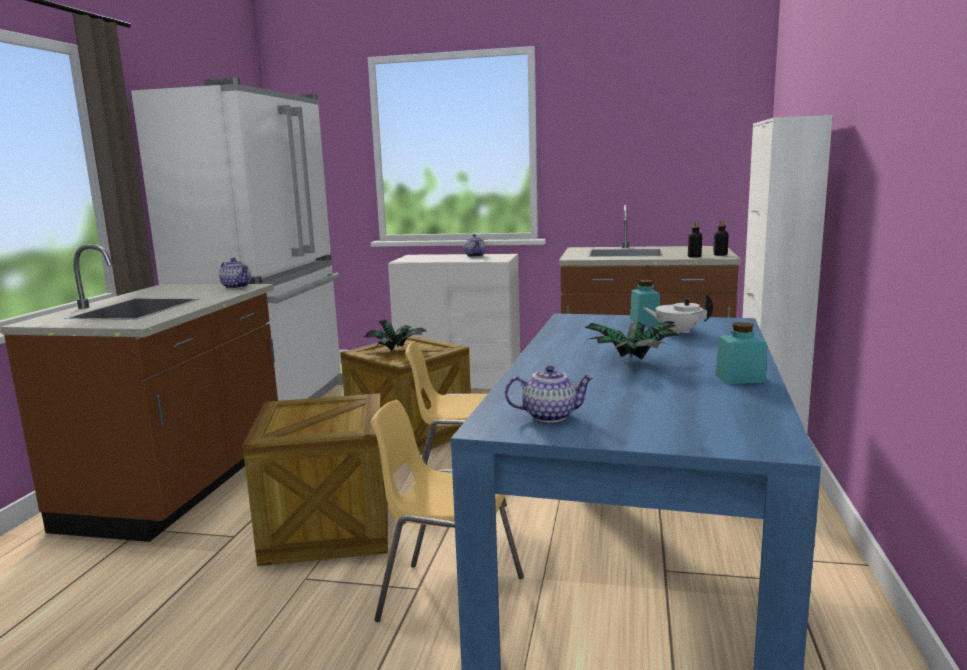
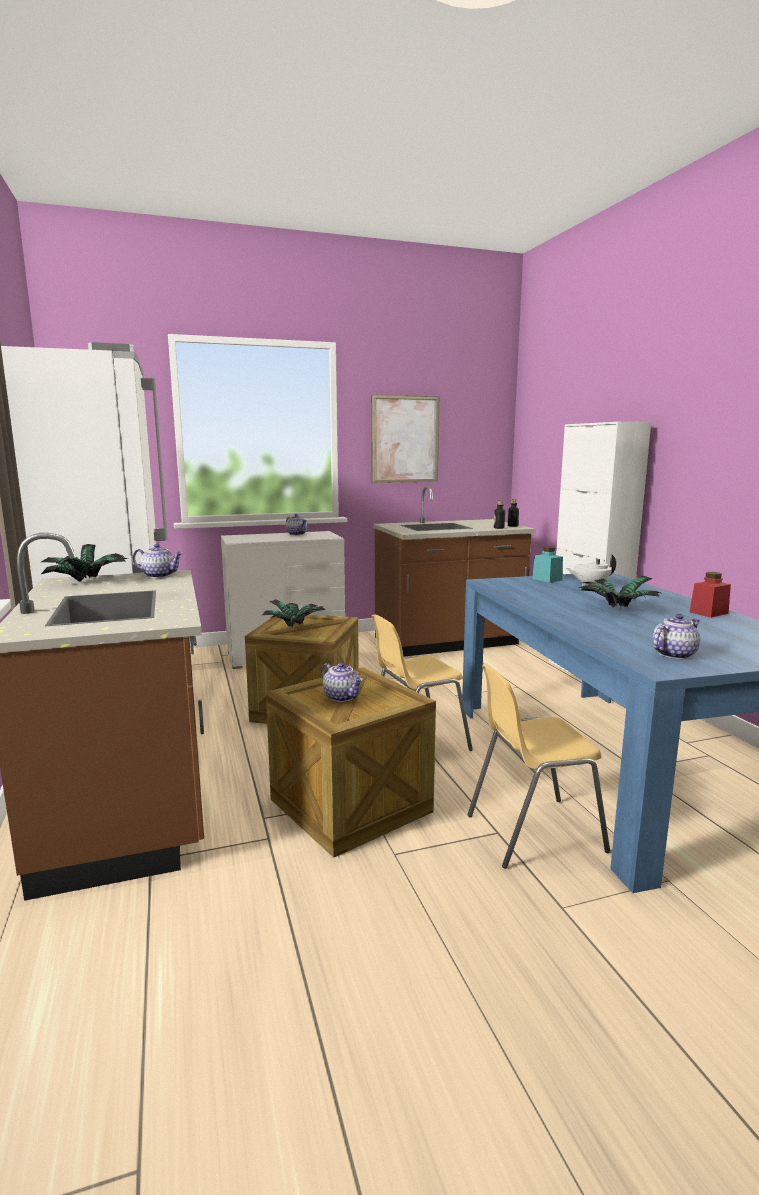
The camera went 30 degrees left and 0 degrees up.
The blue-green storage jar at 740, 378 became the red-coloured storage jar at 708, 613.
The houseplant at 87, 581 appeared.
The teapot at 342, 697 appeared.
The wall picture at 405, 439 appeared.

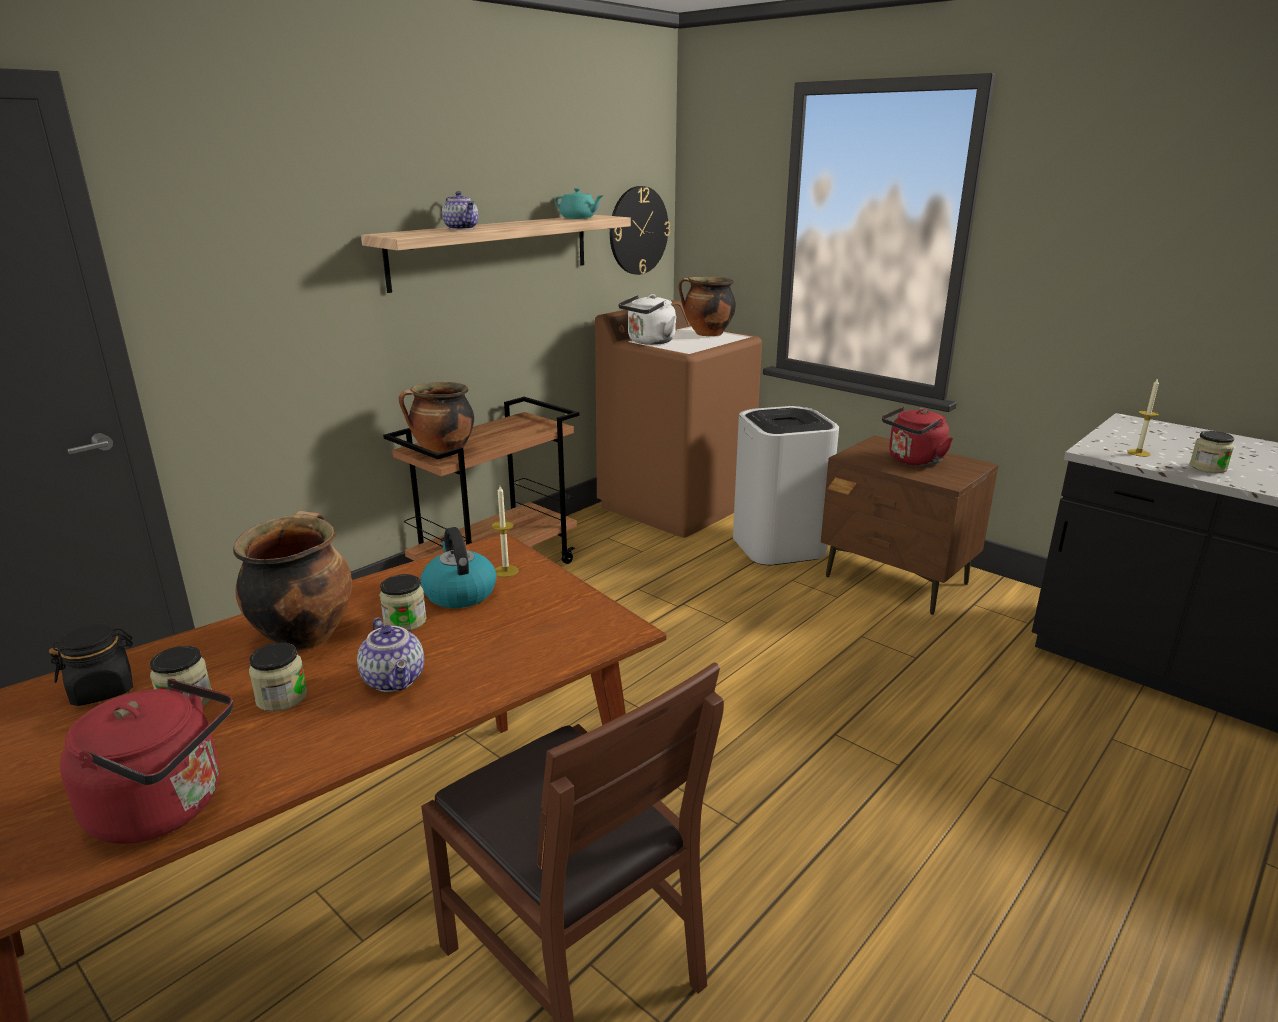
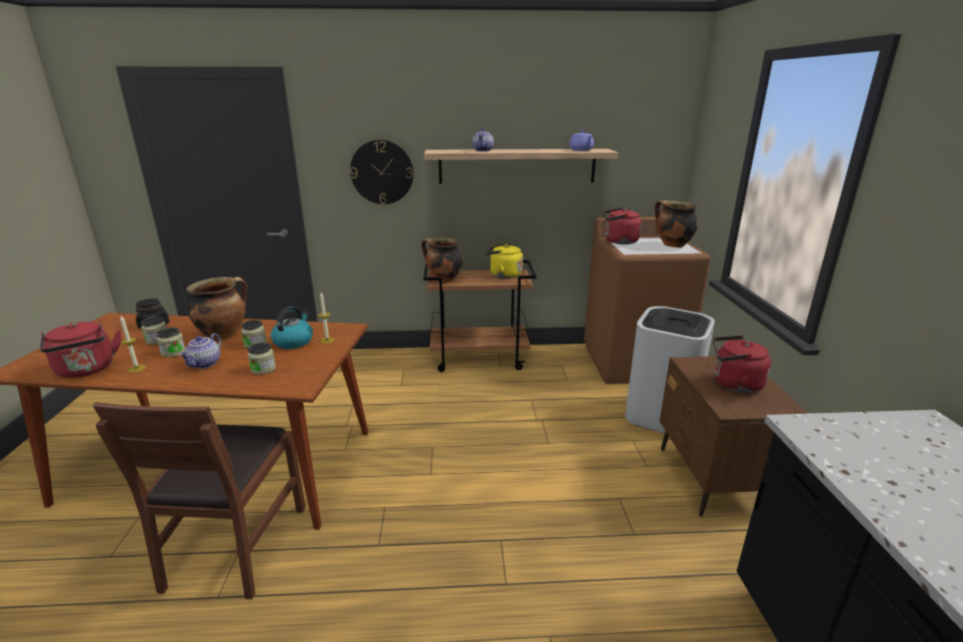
The camera went 45 degrees right and 0 degrees up.
The blue-green teapot at 578, 218 became the purple teapot at 581, 150.
The clock on the wall moved from 638, 230 to 382, 172.
The white water kettle at 649, 342 became the red-coloured water kettle at 618, 241.
The wax candle moved from 1138, 453 to 137, 368.
The storage jar moved from 1207, 468 to 263, 369.
The yellow water kettle at 503, 275 appeared.

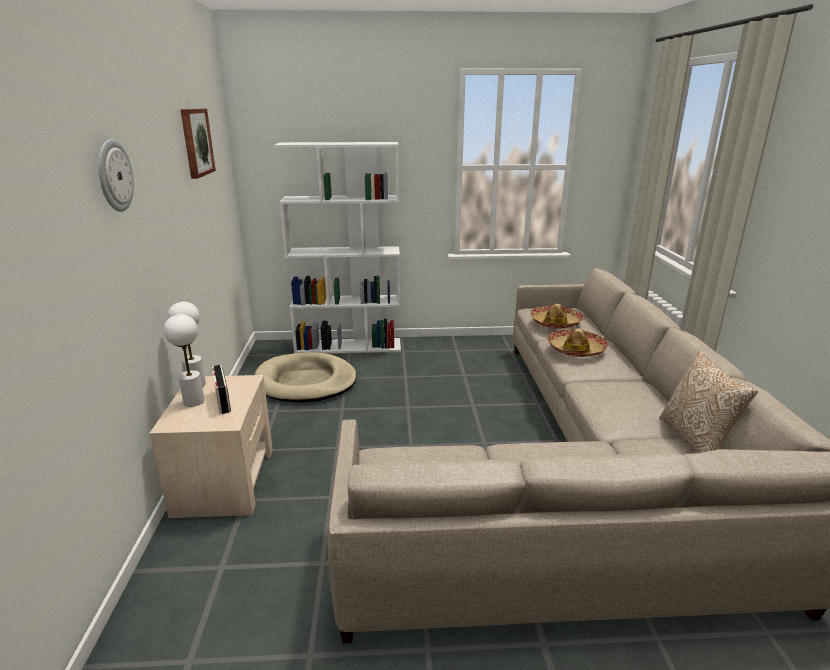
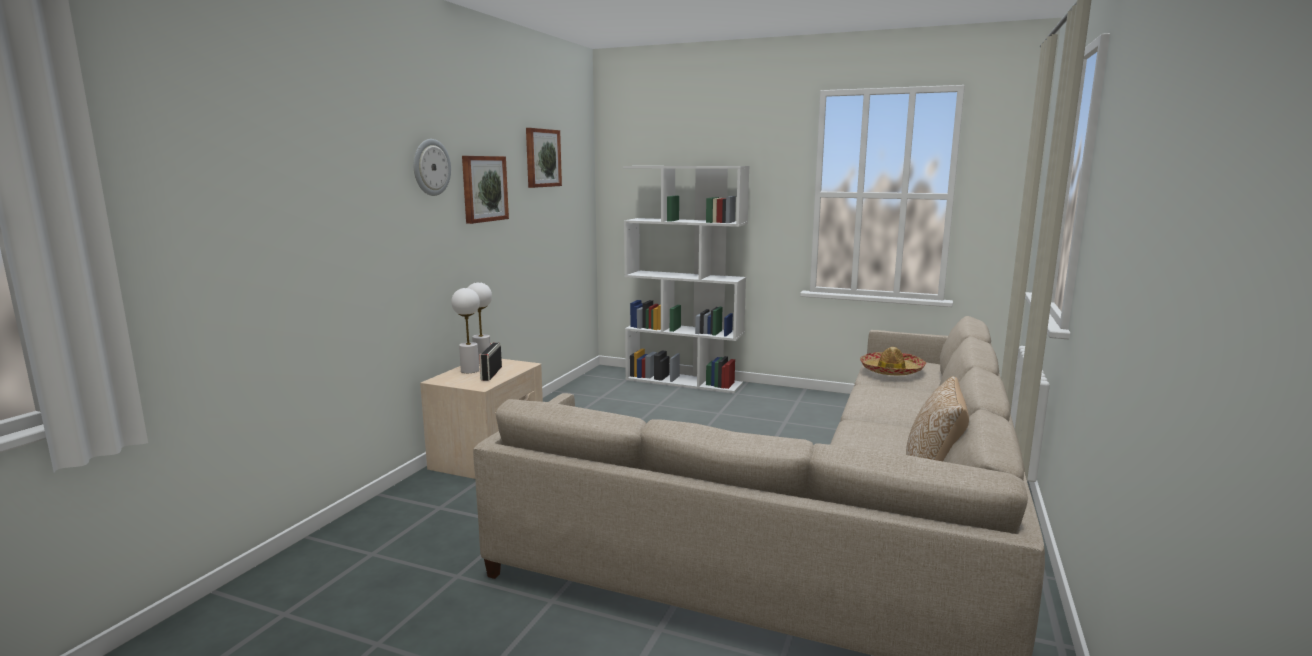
The camera went 25 degrees right and 10 degrees down.
The sand-coloured dog cushion at 306, 382 disappeared.
The wearable hat at 575, 350 disappeared.
The wall picture at 483, 188 appeared.

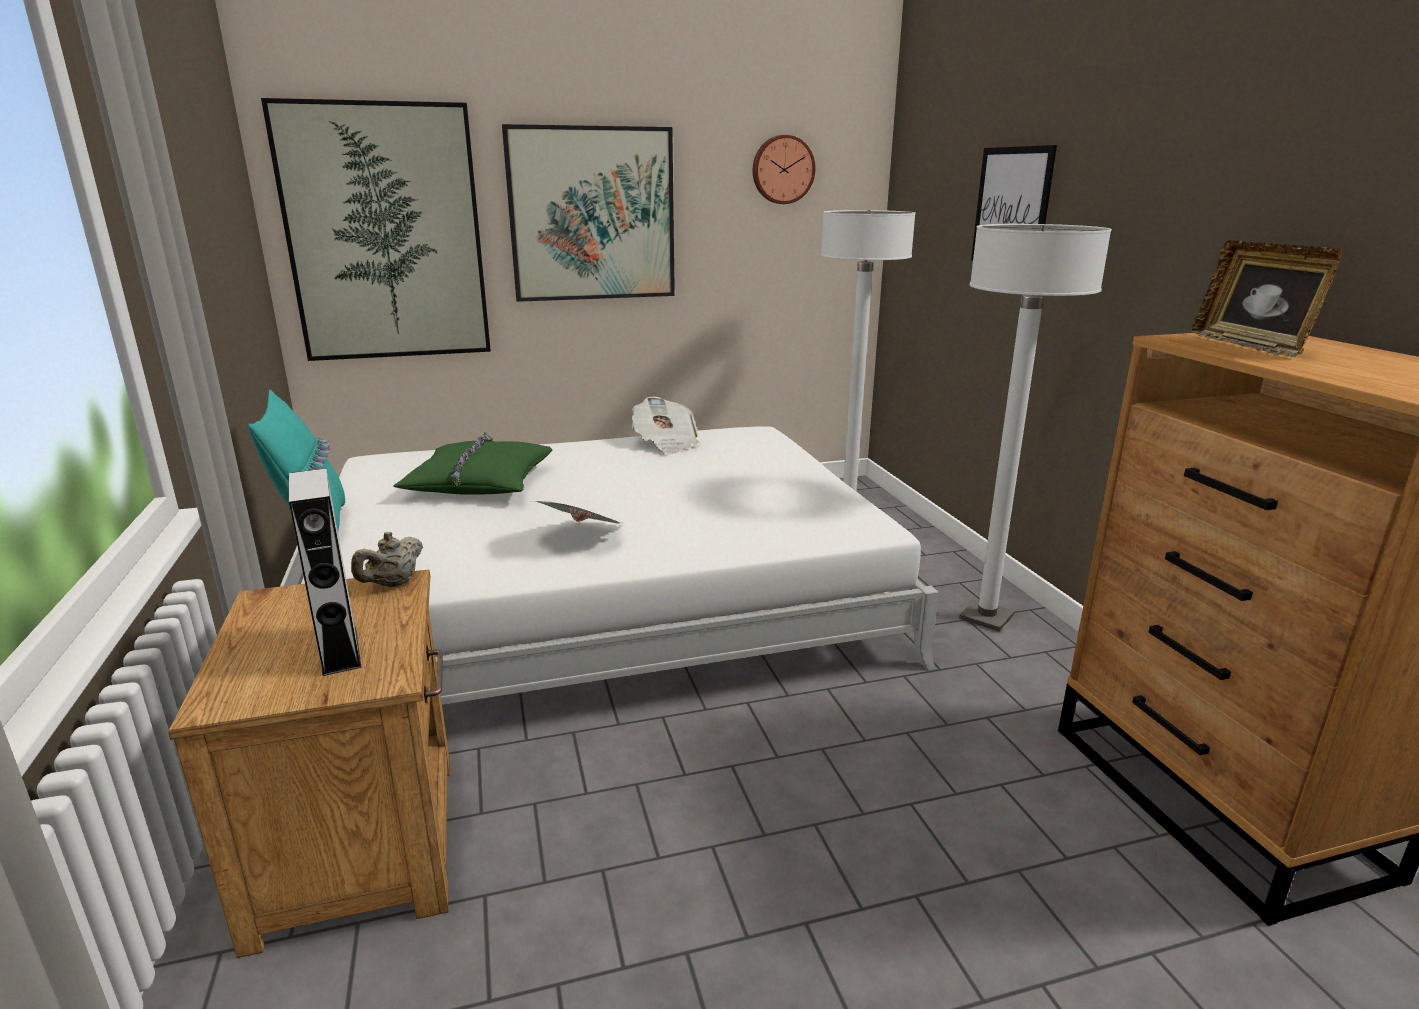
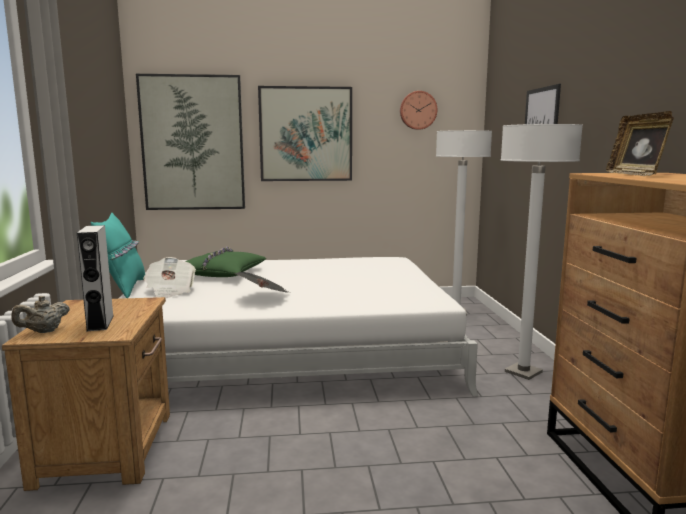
The camera went 10 degrees right and 10 degrees down.
The sand-coloured teapot moved from 393, 584 to 44, 331.
The daily paper moved from 665, 443 to 170, 291.

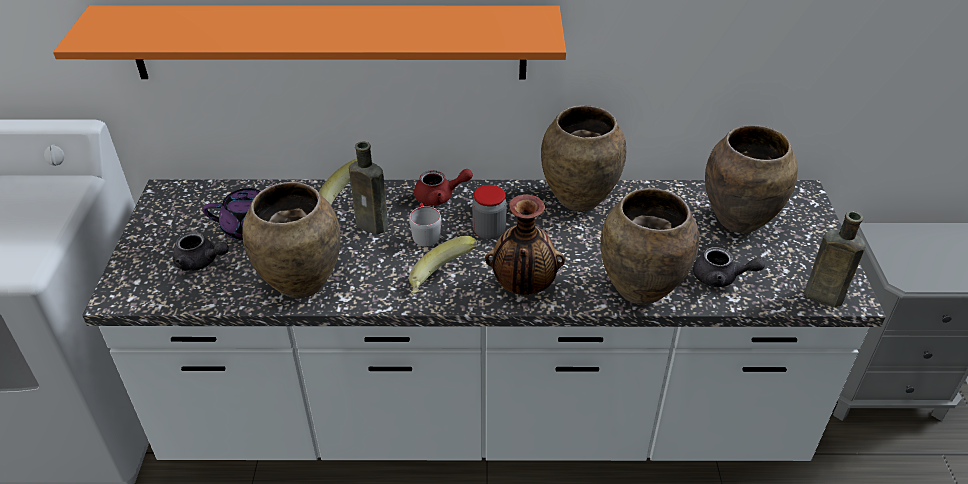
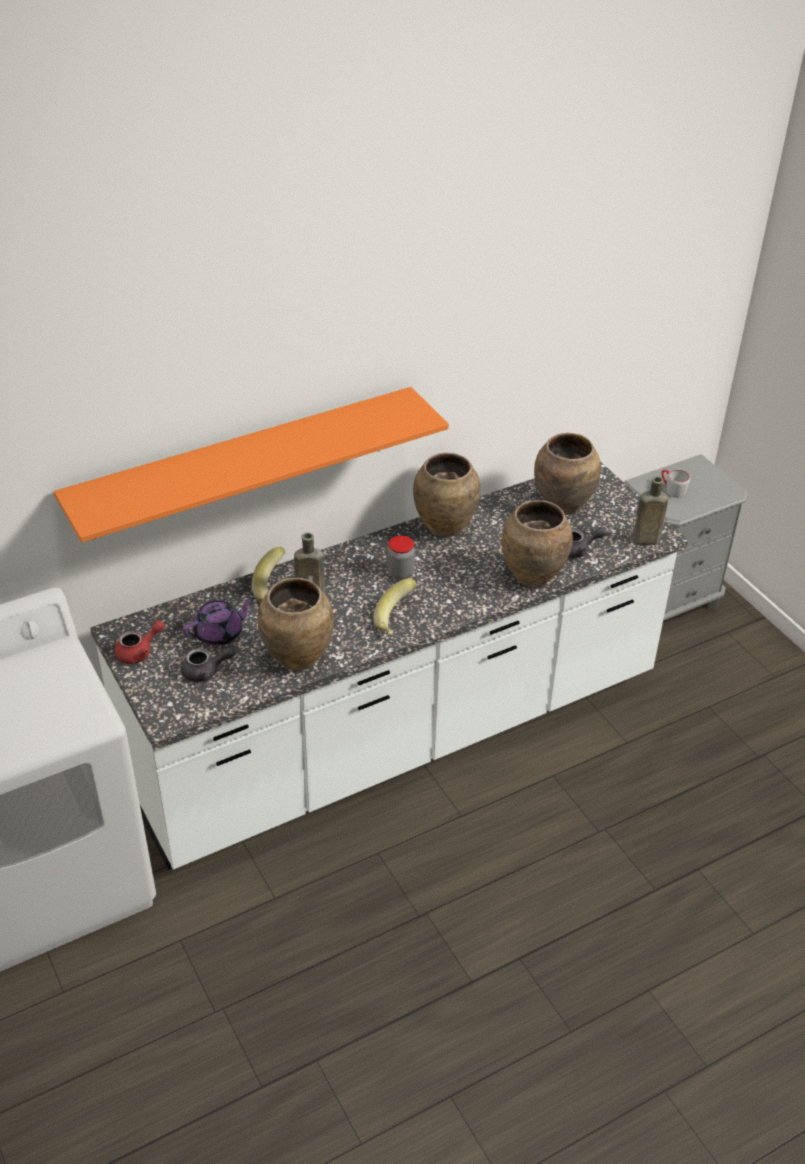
The camera went 30 degrees left and 0 degrees up.
The grey coffee mug moved from 424, 233 to 672, 489.
The red-coloured teapot moved from 440, 196 to 139, 652.
The flower vase at 523, 286 disappeared.

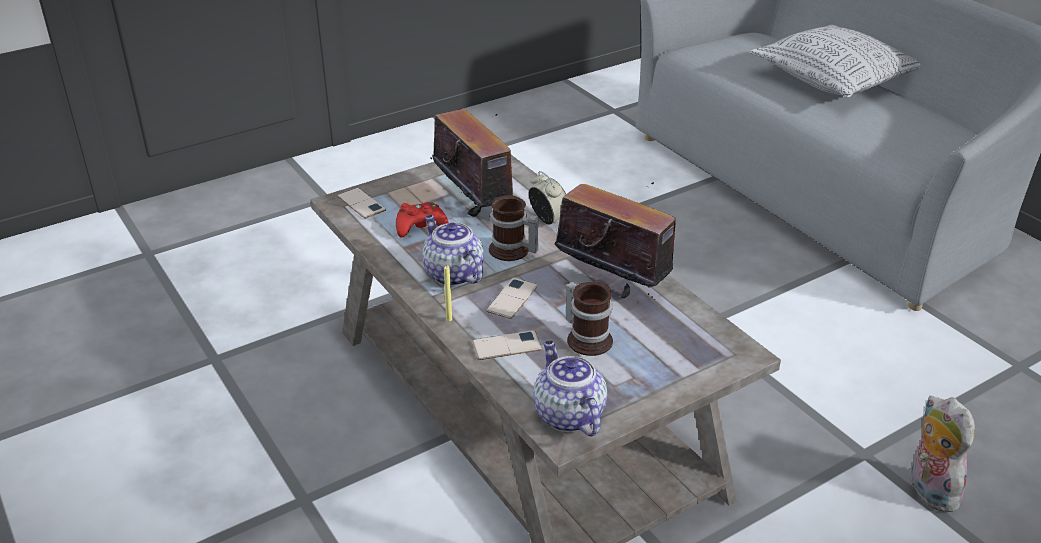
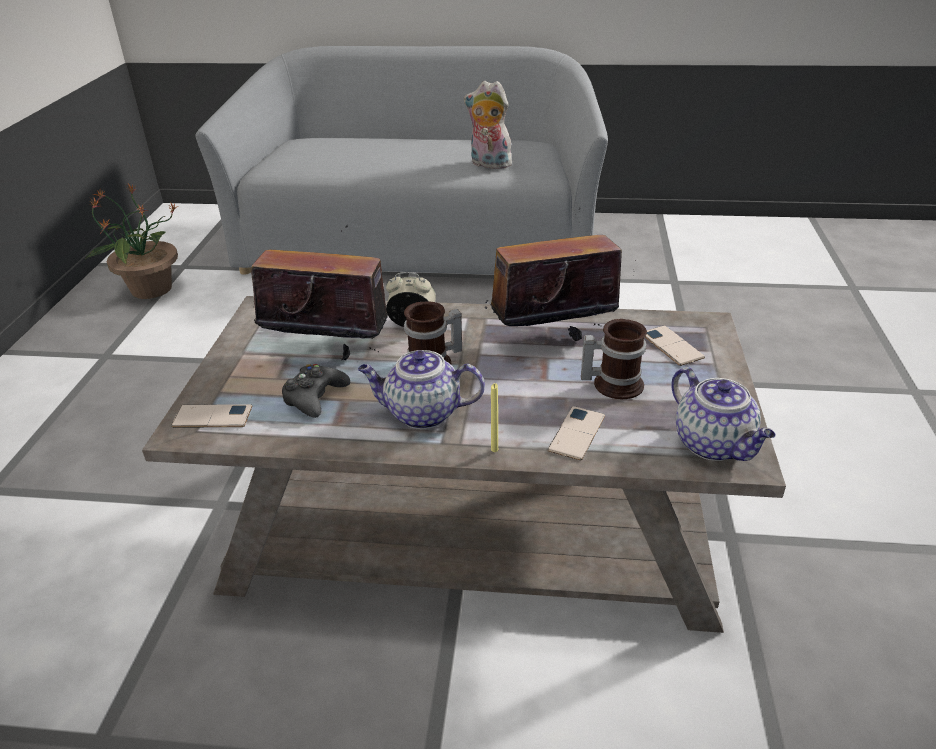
The camera went 50 degrees left and 0 degrees up.
The red-coloured gamepad at 421, 227 became the black gamepad at 315, 397.
The telephone moved from 512, 298 to 671, 346.
The teapot at 567, 414 turned 135 degrees counterclockwise.
The cushion at 835, 79 disappeared.
The cuddly toy moved from 928, 490 to 488, 165.
The houseplant at 150, 289 appeared.

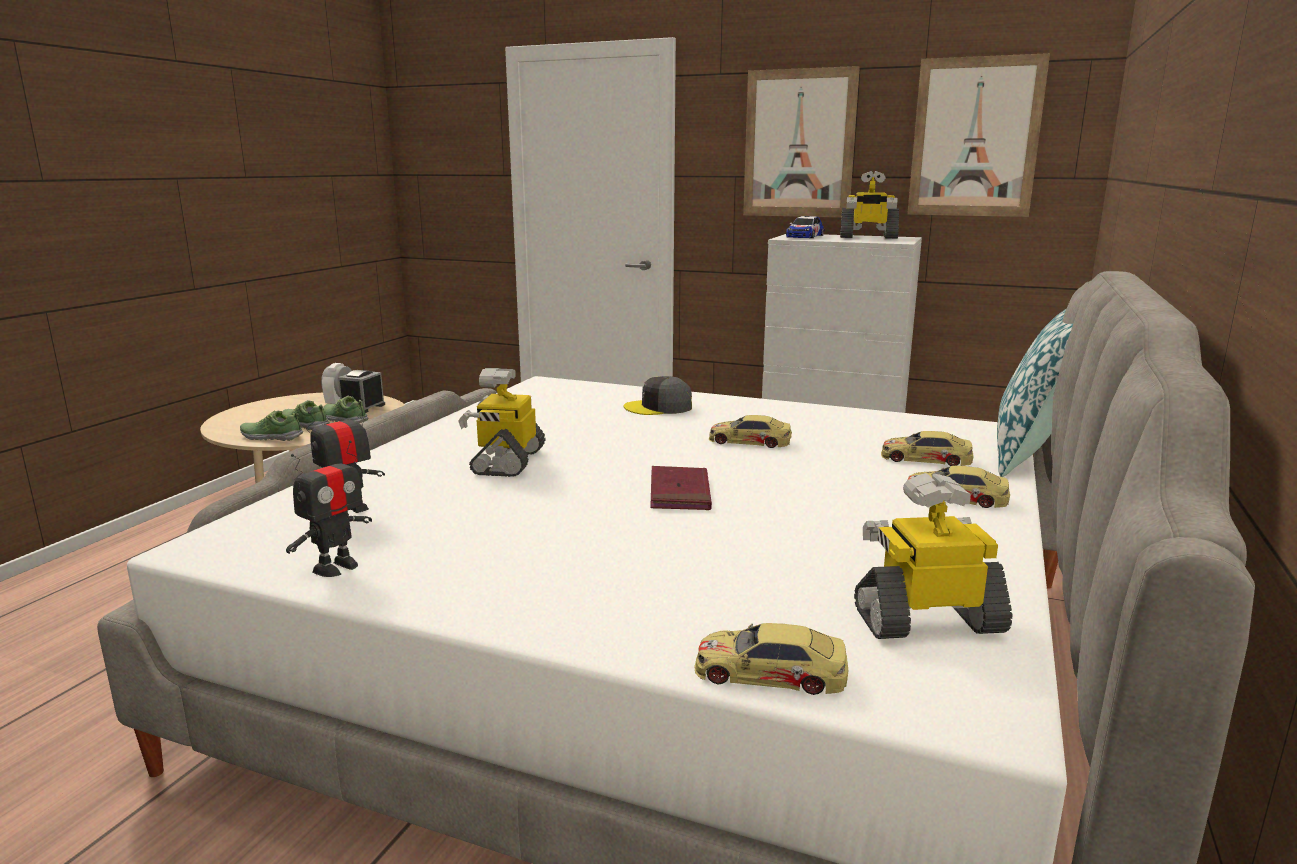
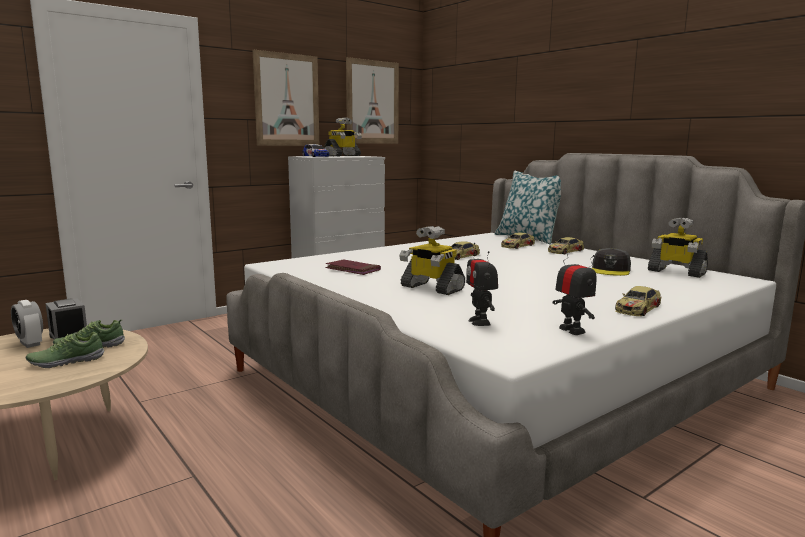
The camera went 60 degrees left and 5 degrees down.
The low shoe at 271, 437 disappeared.
The grey baseball cap moved from 659, 407 to 610, 270.
The red-coloured book moved from 679, 493 to 353, 270.
The toy car moved from 769, 672 to 638, 308.
The model robot at 927, 620 turned 75 degrees counterclockwise.

